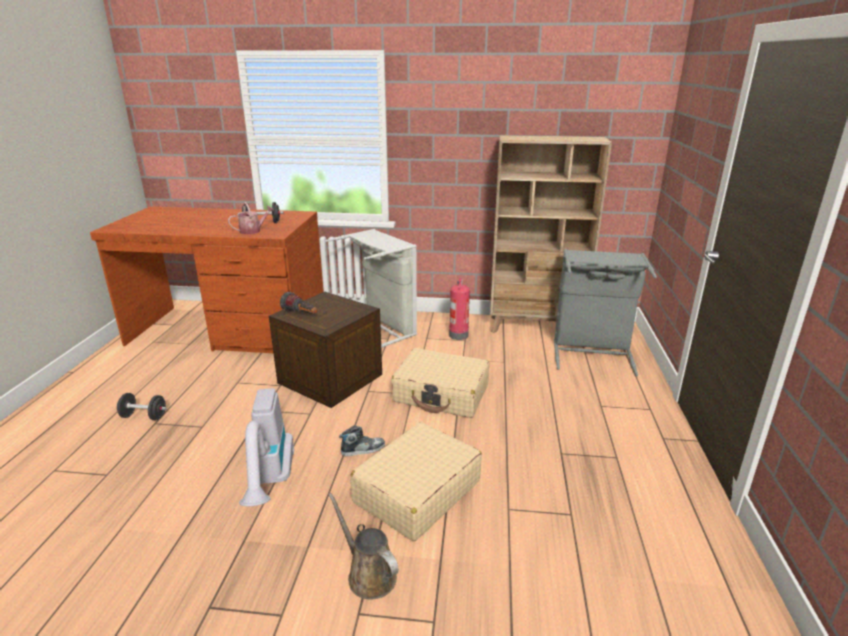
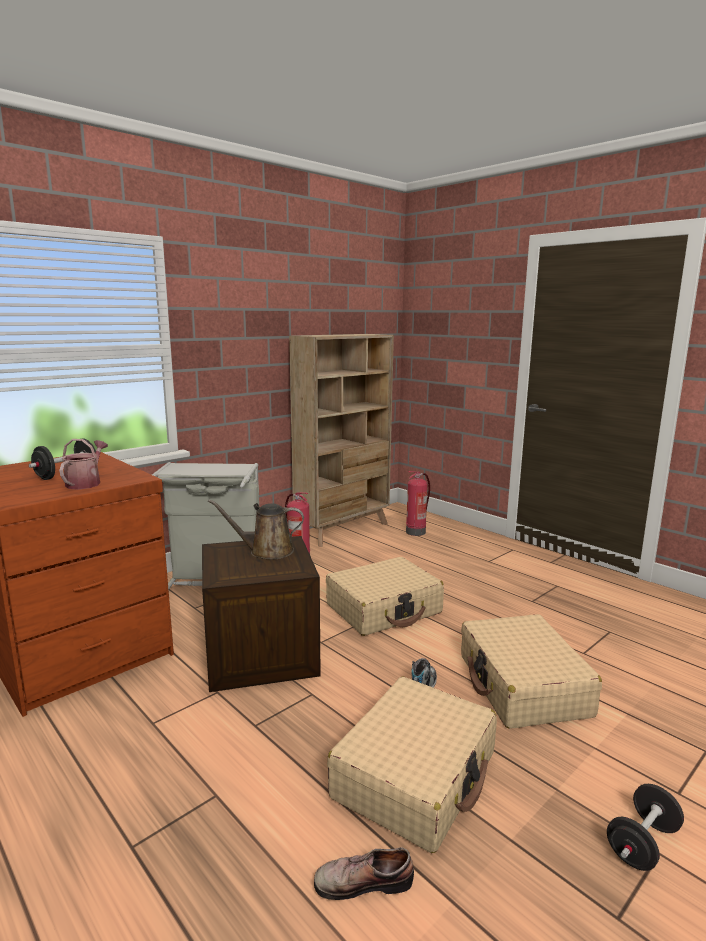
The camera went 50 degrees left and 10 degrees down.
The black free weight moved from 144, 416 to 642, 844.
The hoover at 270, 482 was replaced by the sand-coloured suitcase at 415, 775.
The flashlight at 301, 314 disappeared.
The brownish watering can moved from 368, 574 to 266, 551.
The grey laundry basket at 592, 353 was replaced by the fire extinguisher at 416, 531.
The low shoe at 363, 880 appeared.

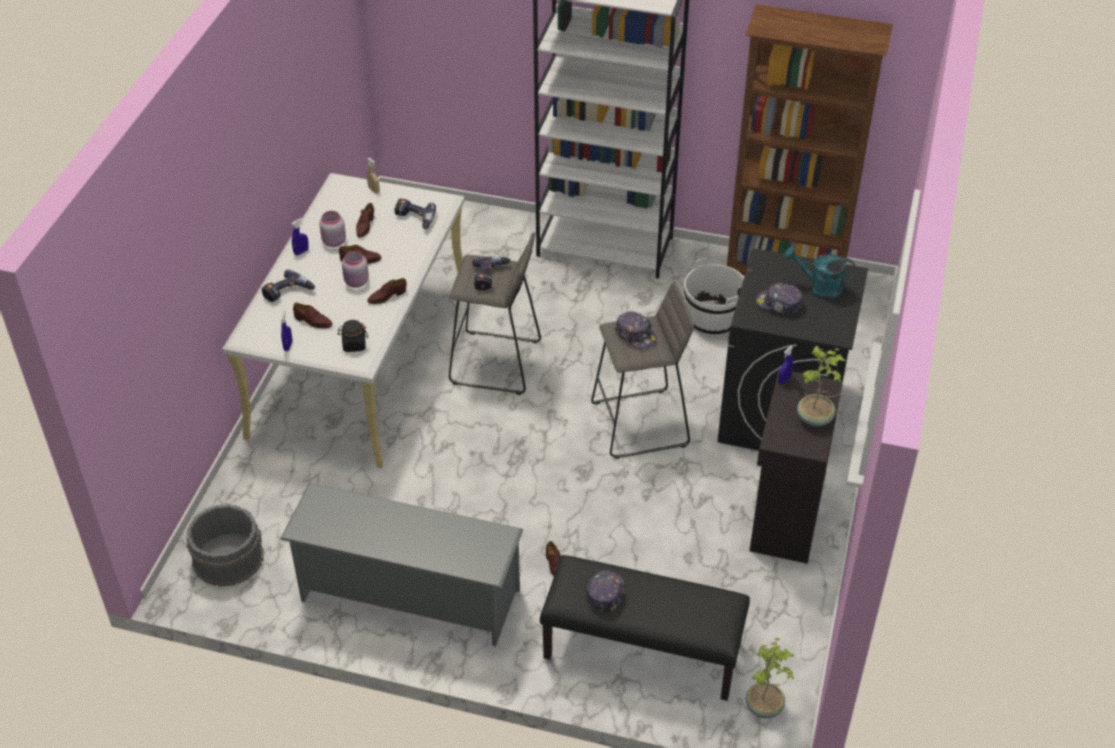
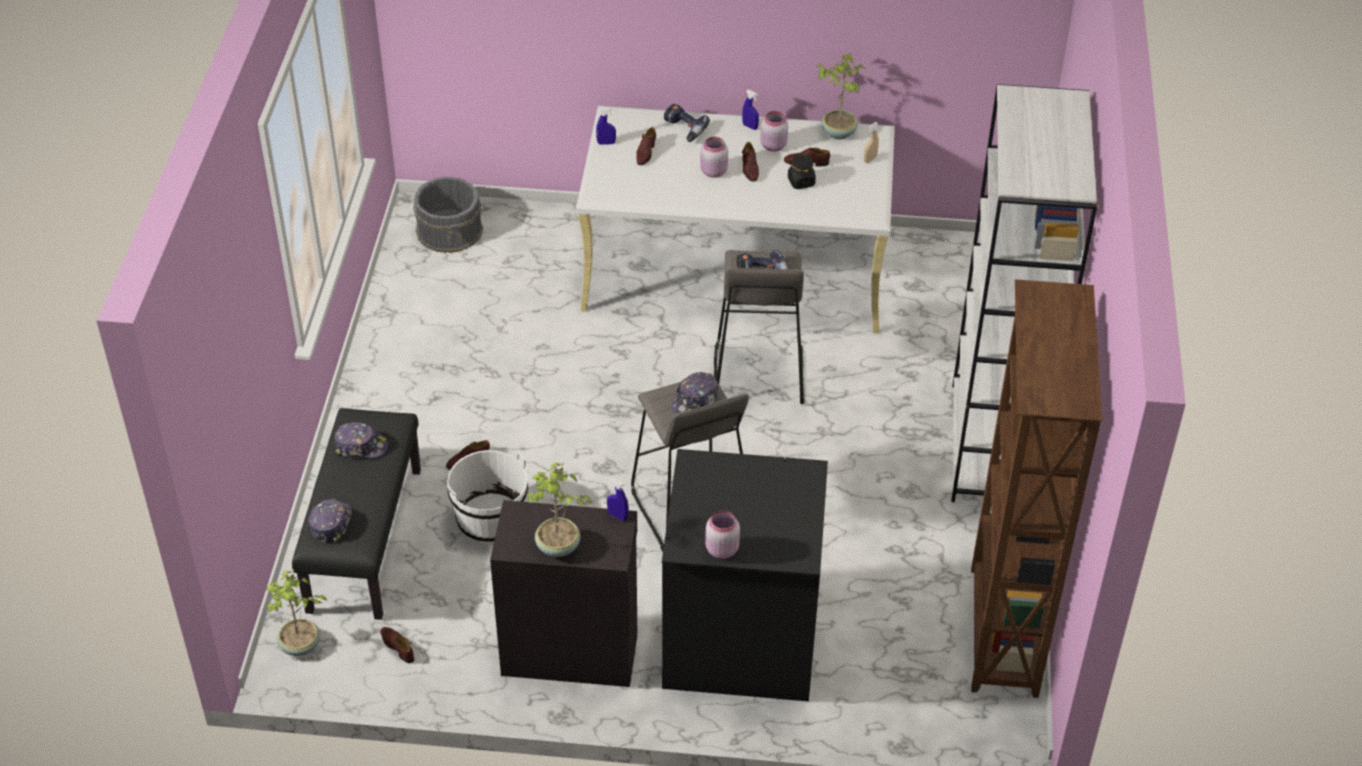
The camera went 80 degrees right and 0 degrees up.
The grey shoe rack at 408, 595 disappeared.
The black storage jar moved from 354, 345 to 801, 182.
The brownish low shoe moved from 387, 296 to 397, 646.
The drill at 414, 219 disappeared.
The white water bucket moved from 712, 320 to 490, 520.
The baseball cap moved from 779, 304 to 331, 523.
The blue-green watering can at 819, 288 disappeared.
The pinkish storage jar at 721, 549 appeared.
The houseplant at 839, 132 appeared.

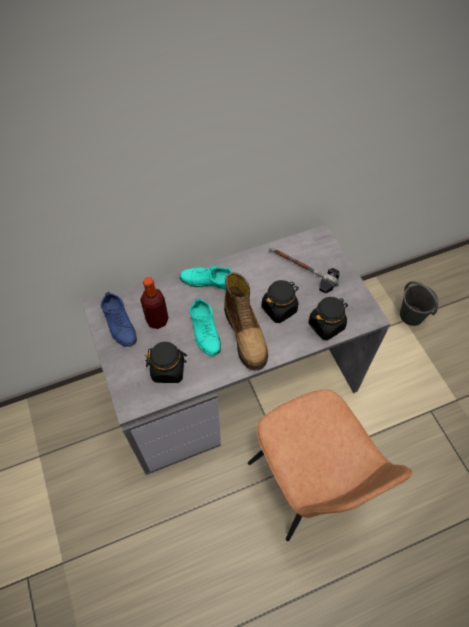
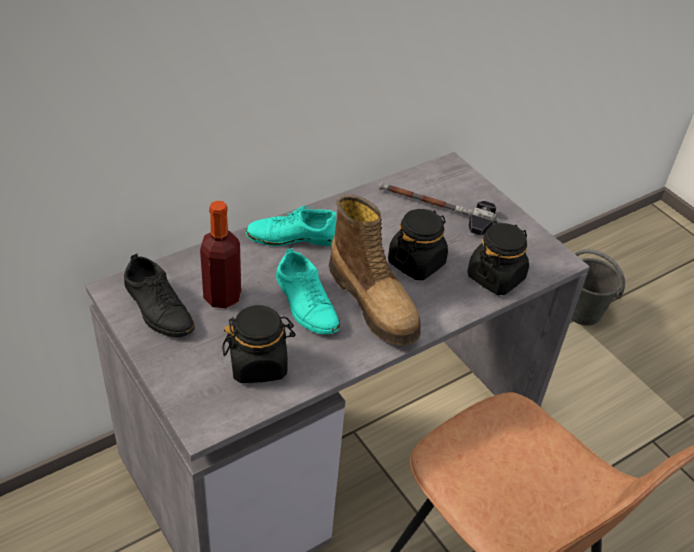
The camera went 15 degrees left and 15 degrees down.
The bluish low shoe at 119, 323 became the black low shoe at 158, 307.

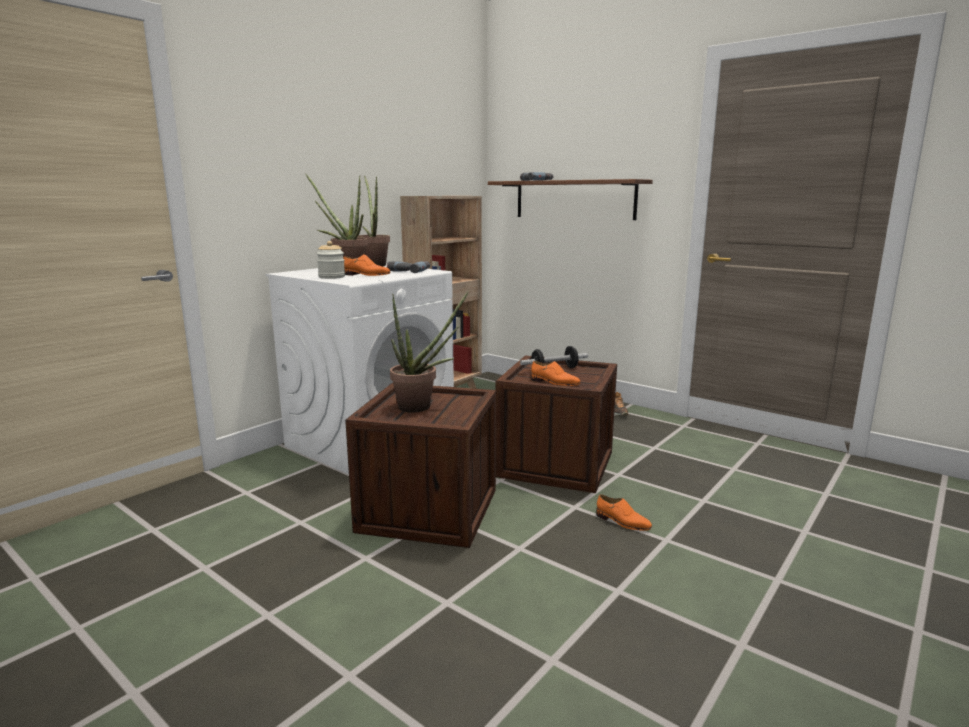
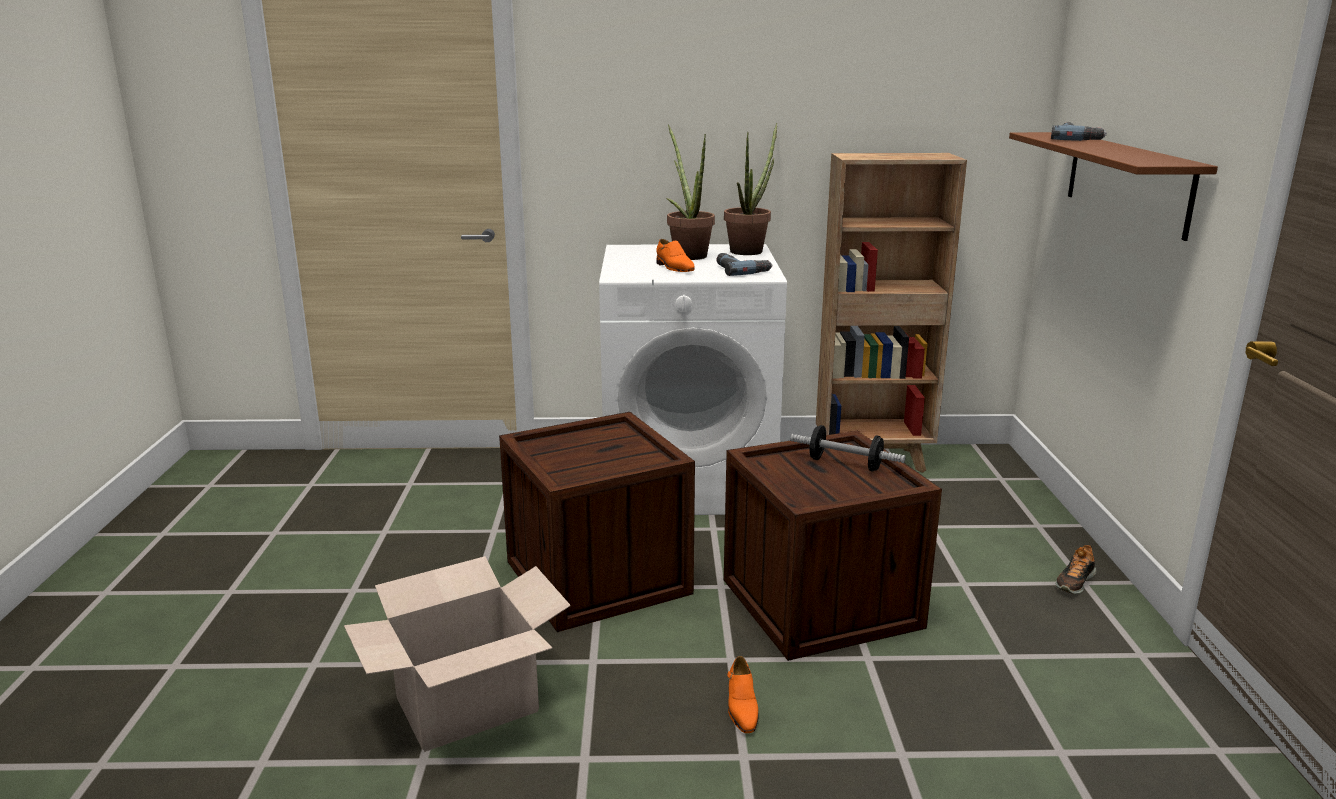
The camera went 50 degrees right and 5 degrees up.
The storage jar at 331, 277 disappeared.
The houseplant at 421, 407 disappeared.
The orange low shoe at 555, 383 disappeared.
The cardboard box at 467, 704 appeared.

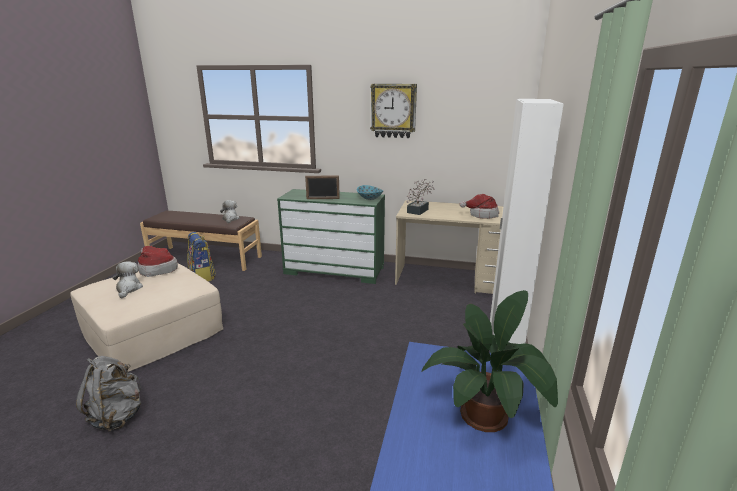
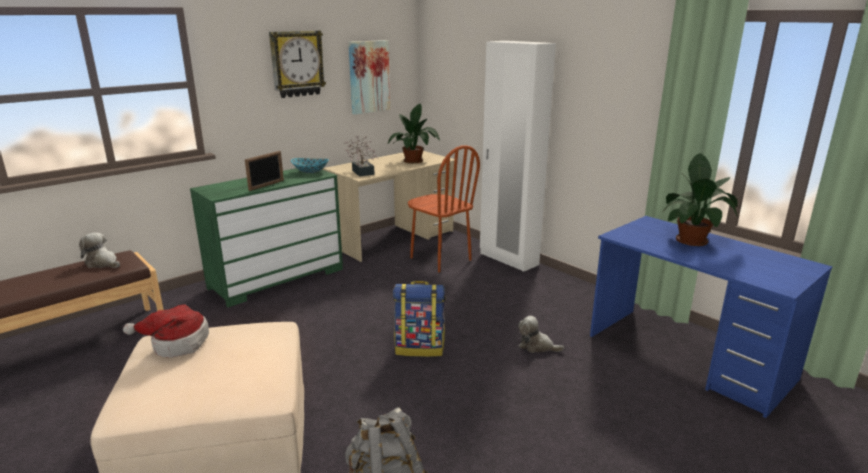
The camera went 55 degrees left and 0 degrees up.
The cuddly toy moved from 128, 289 to 536, 346.
The rucksack moved from 203, 276 to 420, 348.
The wearable hat at 481, 214 was replaced by the houseplant at 414, 160.
The wall picture at 369, 77 appeared.
The brownish chair at 440, 259 appeared.

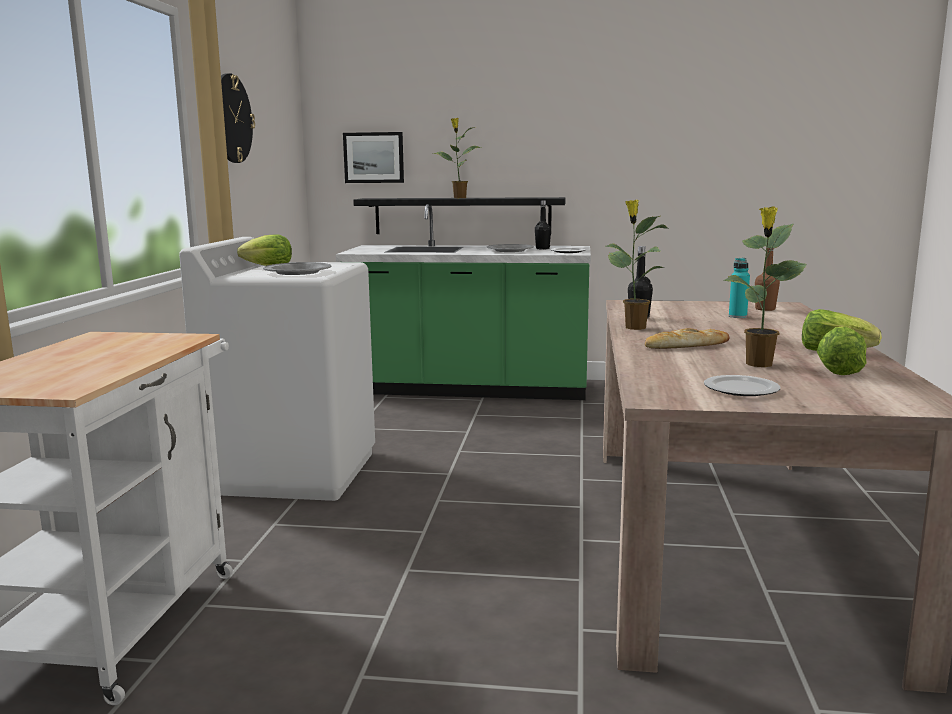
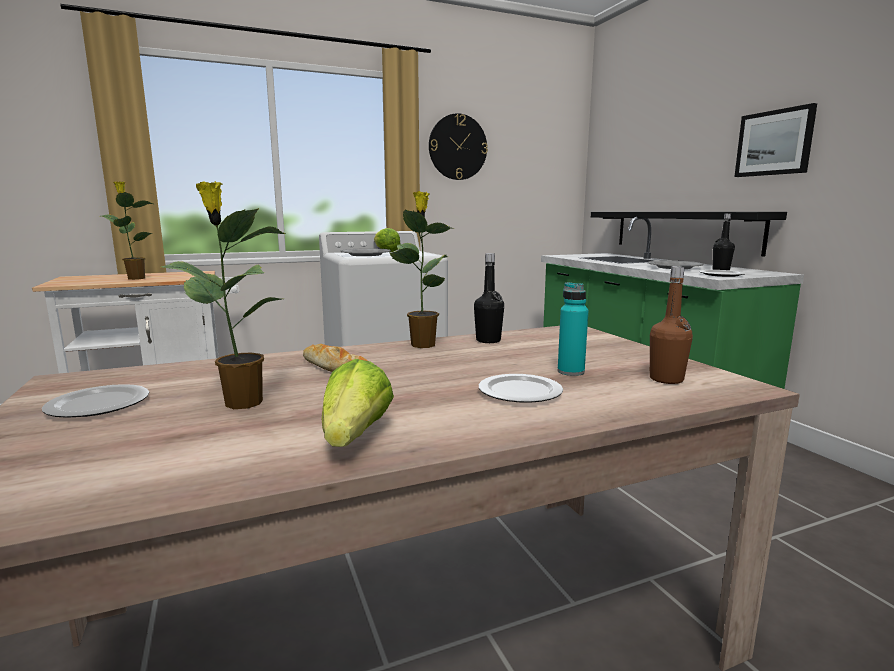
The camera went 60 degrees right and 0 degrees up.
The wall picture moved from 374, 157 to 774, 143.
The houseplant moved from 459, 198 to 135, 278.
The lettuce head at 839, 369 disappeared.
The plate at 519, 392 appeared.

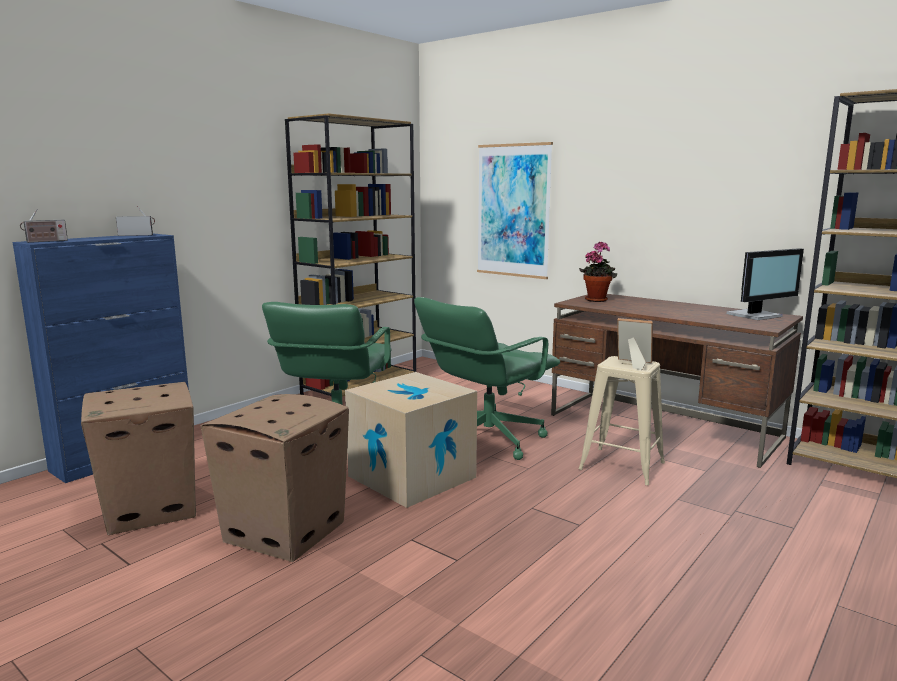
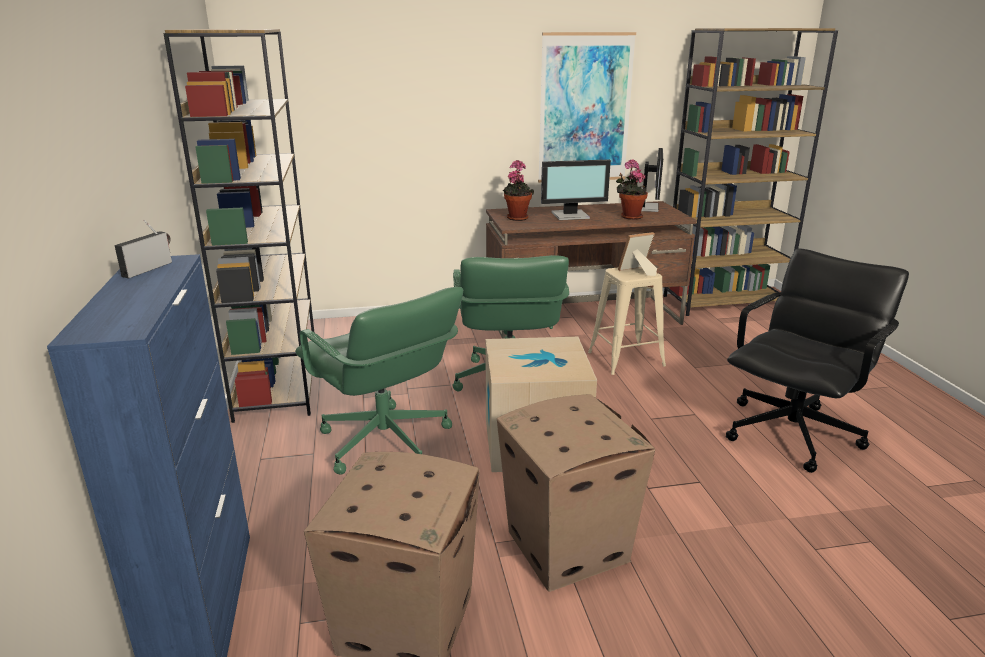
The camera went 50 degrees left and 10 degrees up.
The radio at 45, 241 disappeared.
The wall picture moved from 513, 211 to 585, 109.
The computer display at 571, 216 appeared.
The houseplant at 629, 217 appeared.
The black computer chair at 793, 433 appeared.

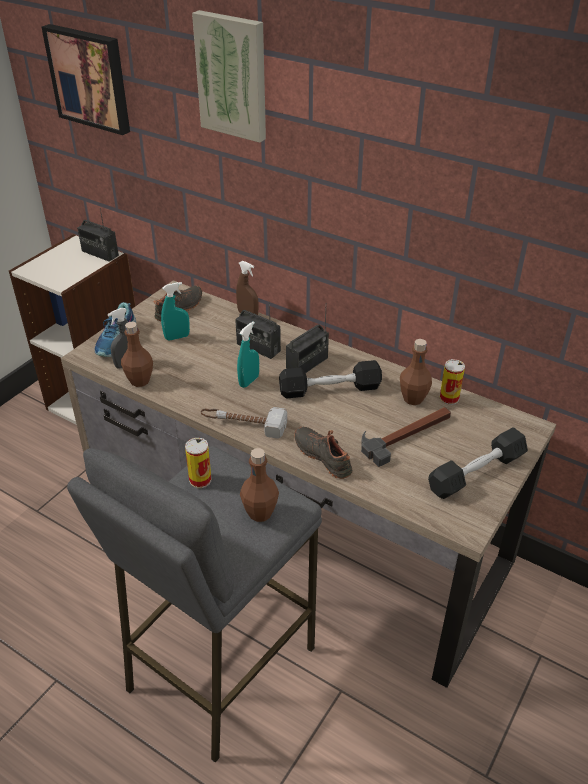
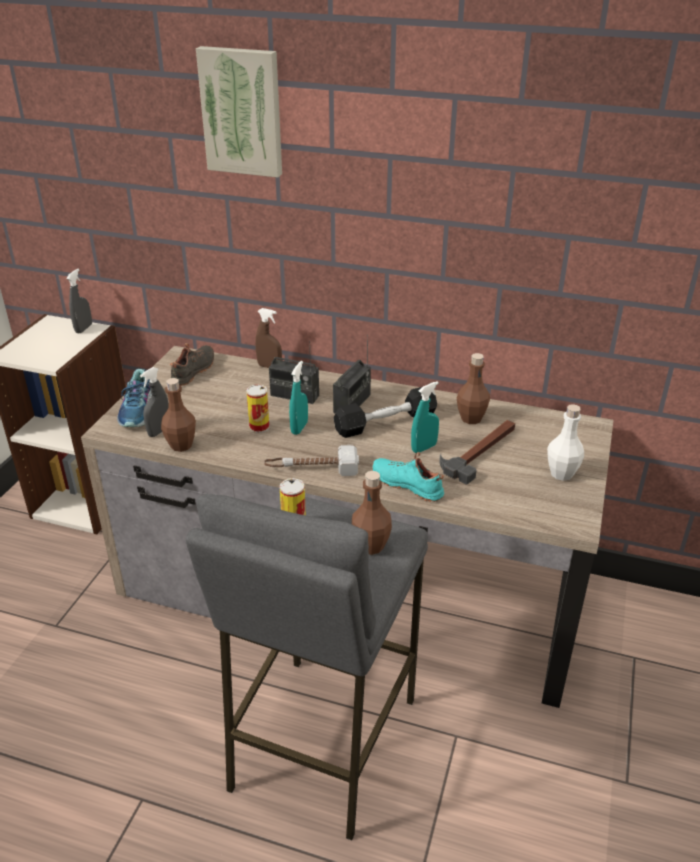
The camera went 15 degrees left and 5 degrees down.
The wall picture at 90, 78 disappeared.
The radio at 100, 253 was replaced by the grey sprayer at 83, 328.
The blue-green sprayer moved from 177, 337 to 424, 448.
The black low shoe at 324, 456 became the blue-green low shoe at 408, 484.
The black free weight at 476, 473 was replaced by the white beverage bottle at 561, 473.
The can moved from 449, 398 to 259, 427.

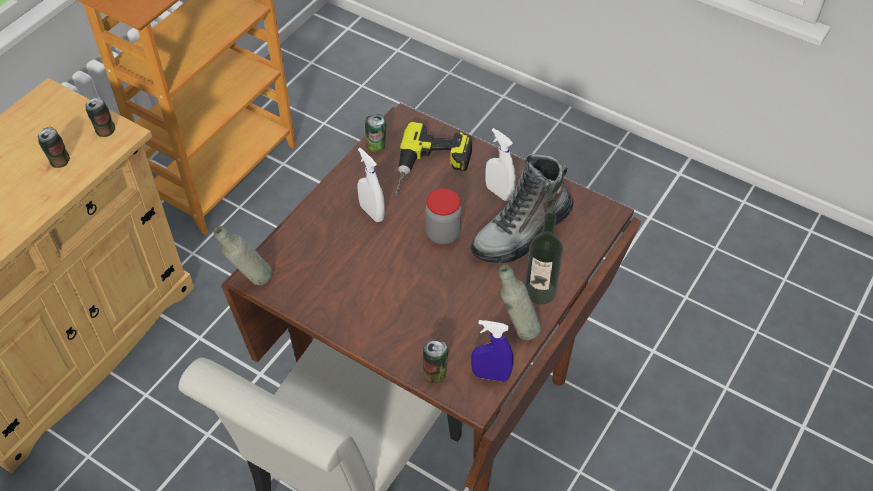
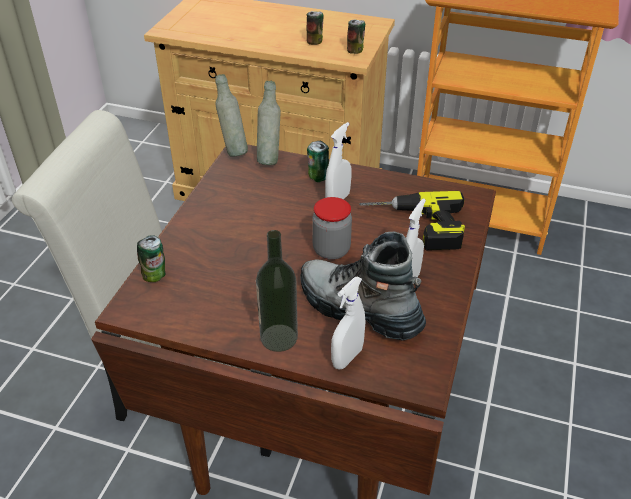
The camera went 75 degrees right and 10 degrees down.
The can moved from 376, 146 to 318, 177.
The bluish sprayer at 490, 375 disappeared.
The grey beverage bottle moved from 517, 329 to 269, 159.
The white sprayer at 347, 357 appeared.

